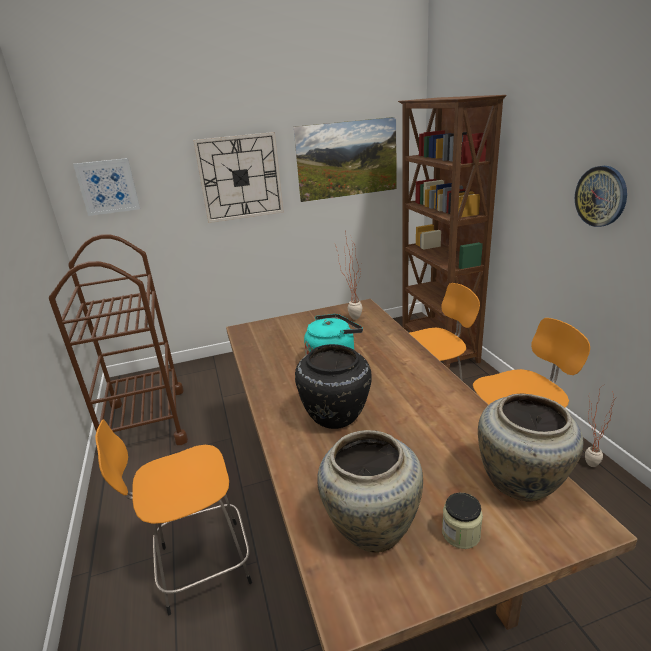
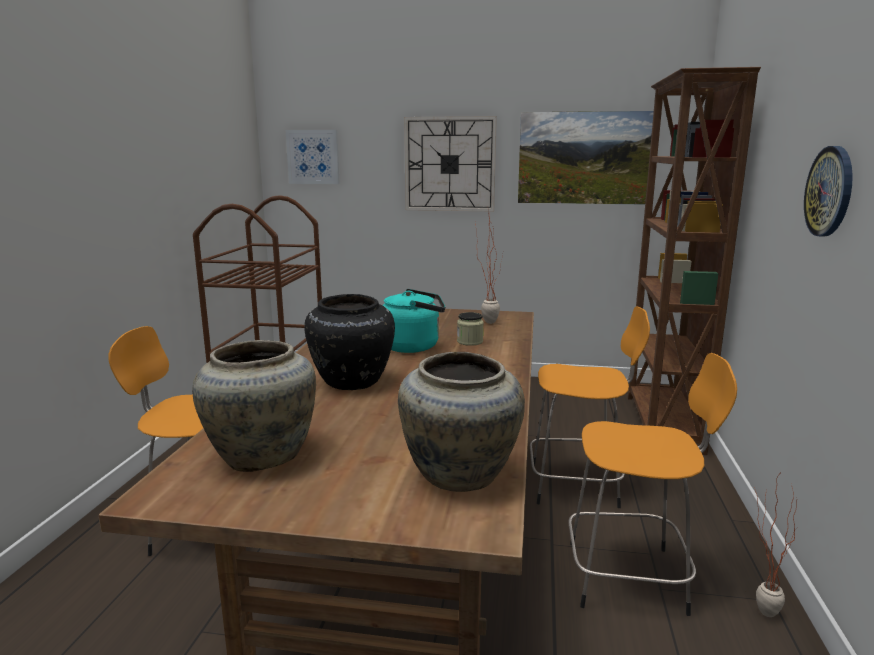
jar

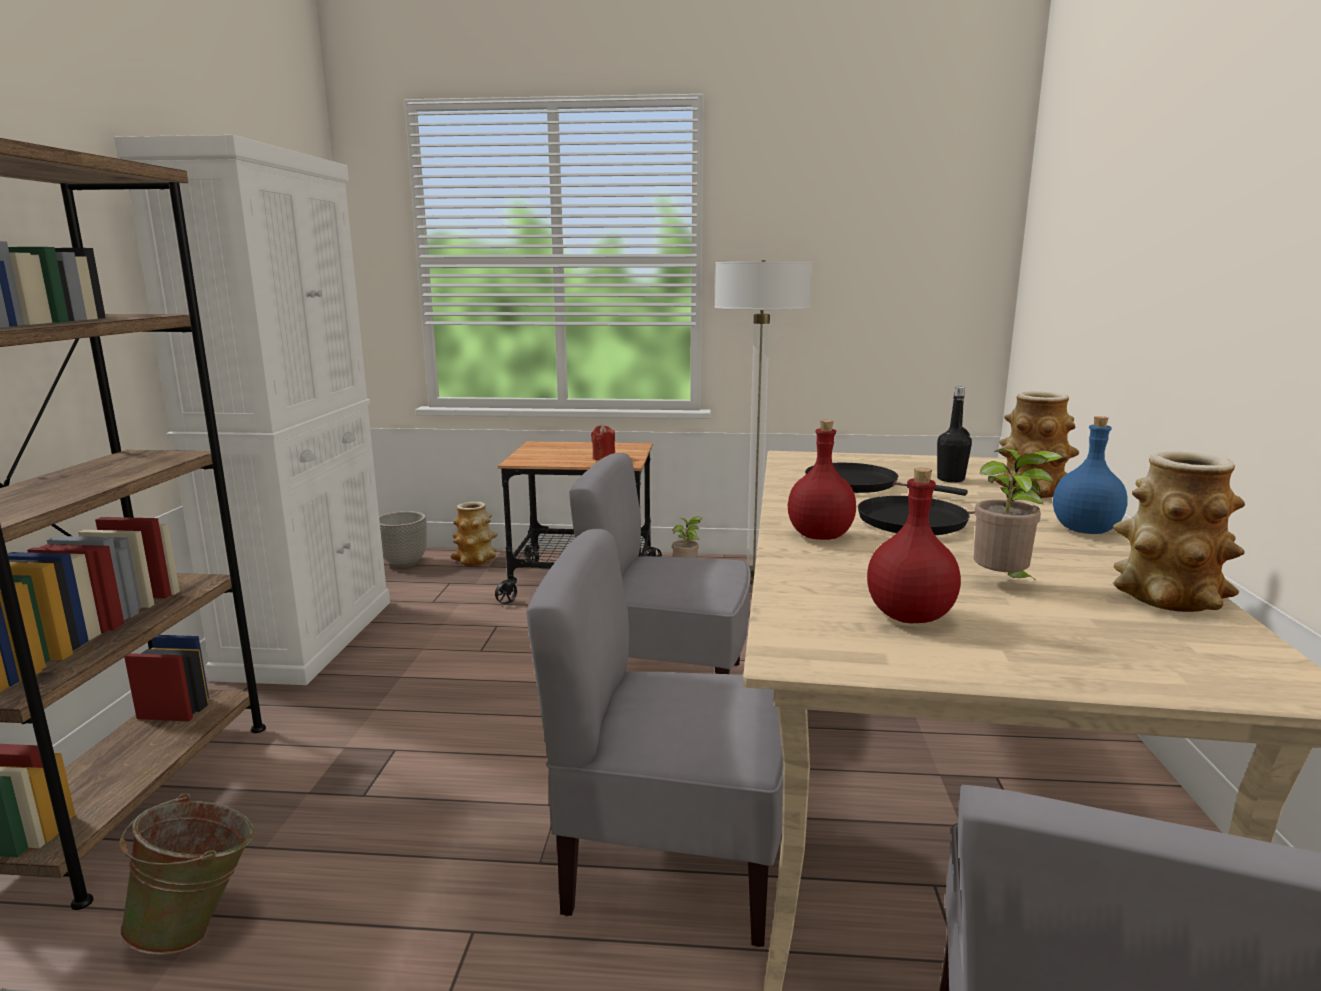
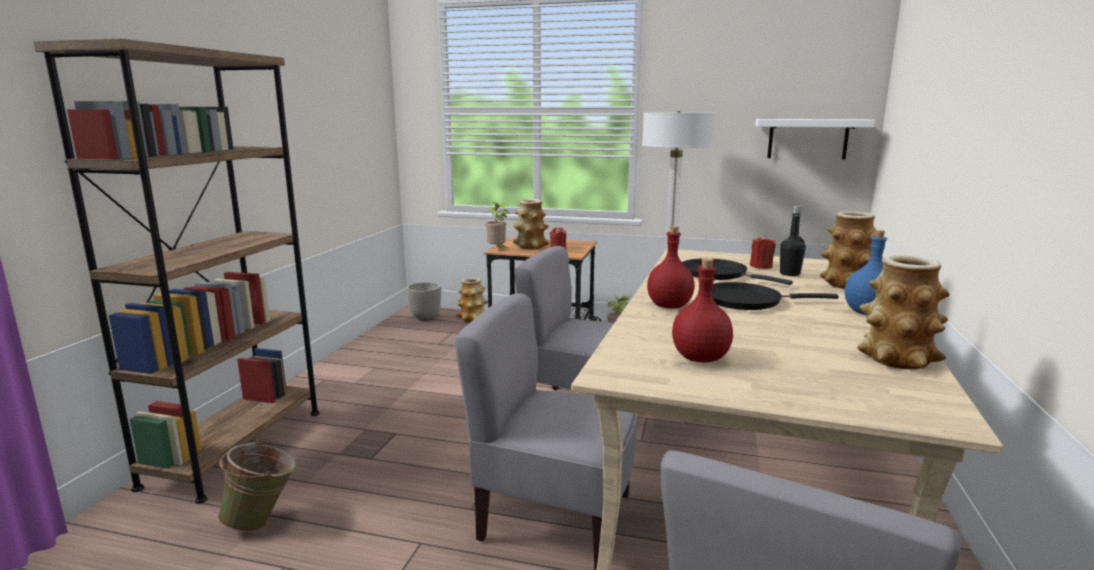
white cabinet; potted plant (no. 1 from left); white shelf; vase (no. 2 from left); red candle (no. 2 from left)

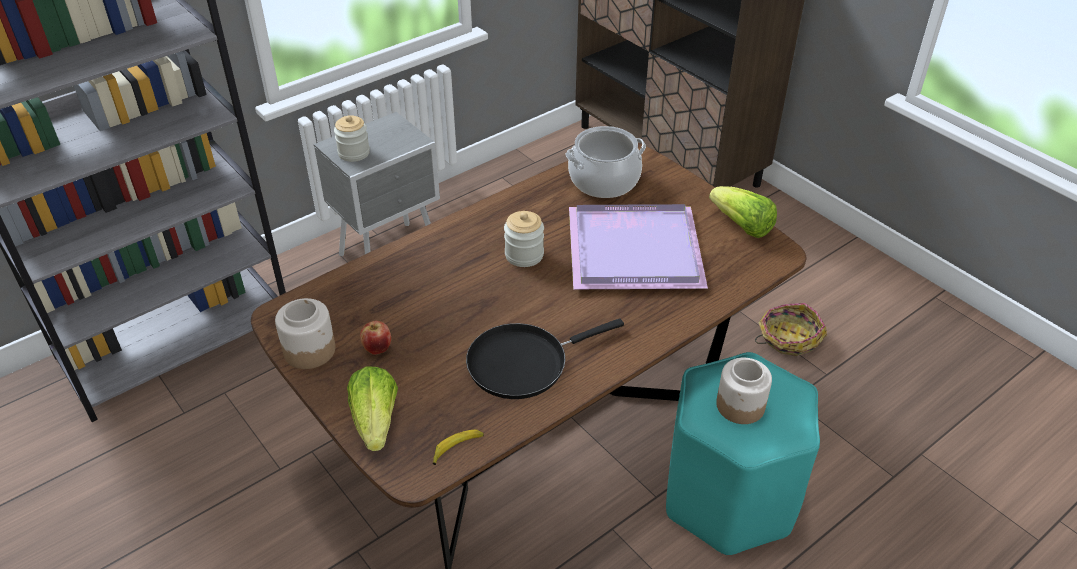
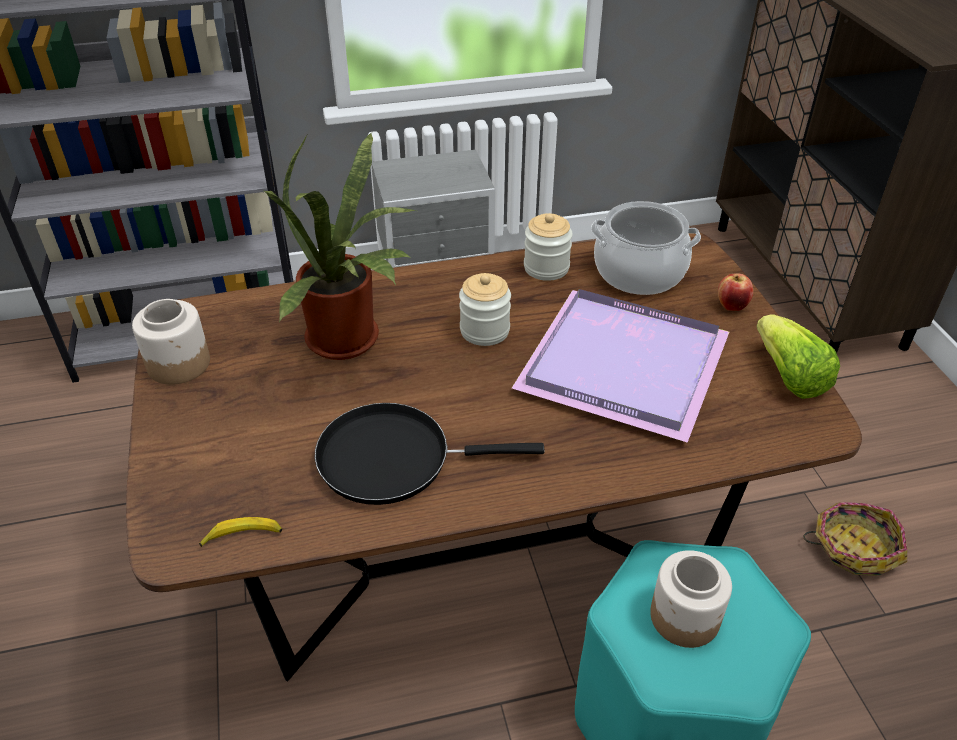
jar (no. 3 from left); apple; lettuce (no. 1 from left in the first image); potted plant

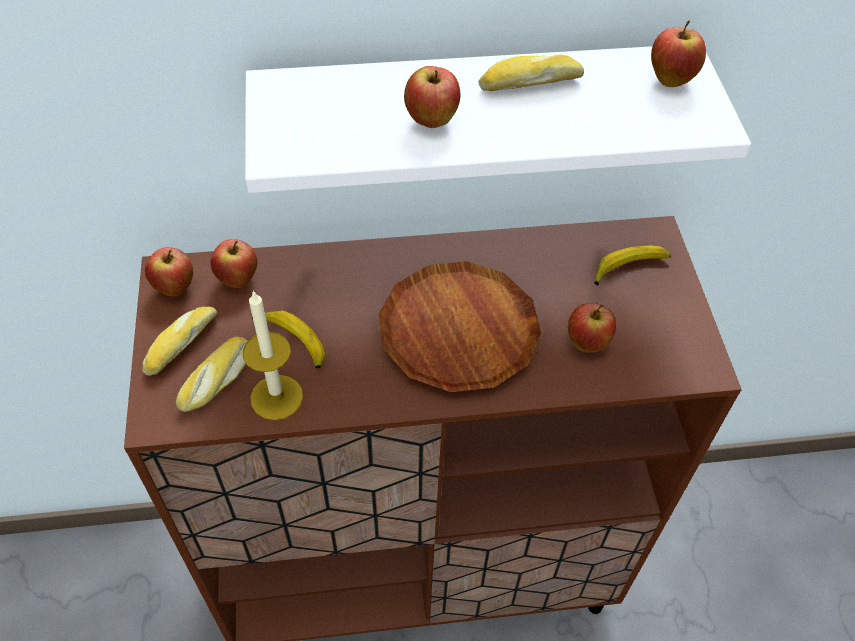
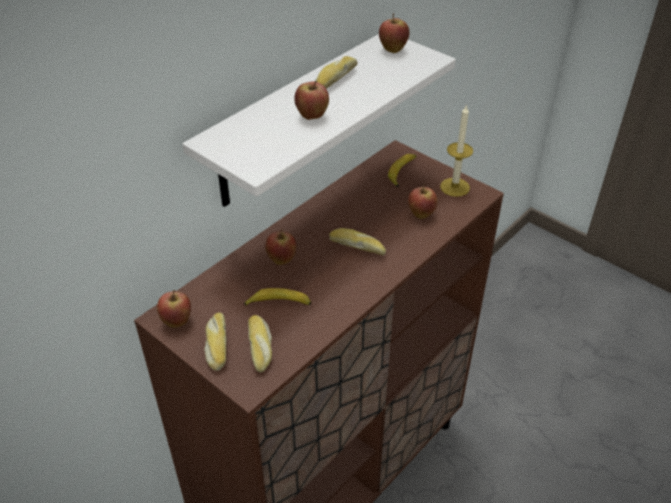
apple (no. 2 from left); bread (no. 4 from left); candle

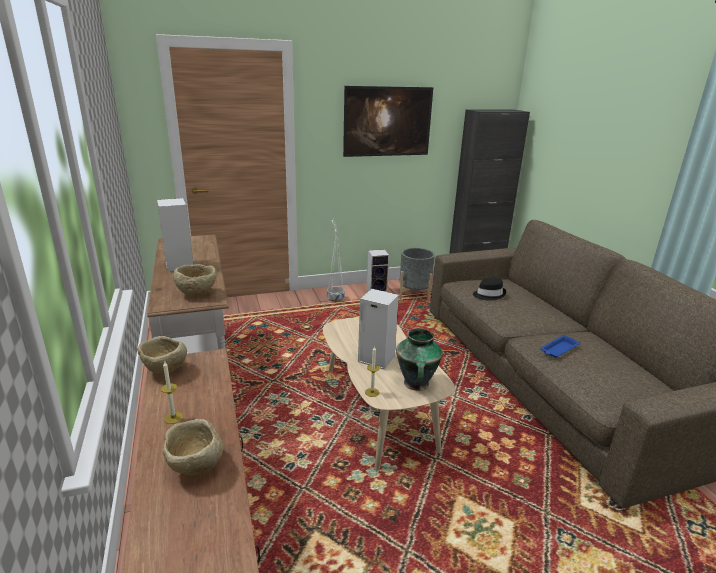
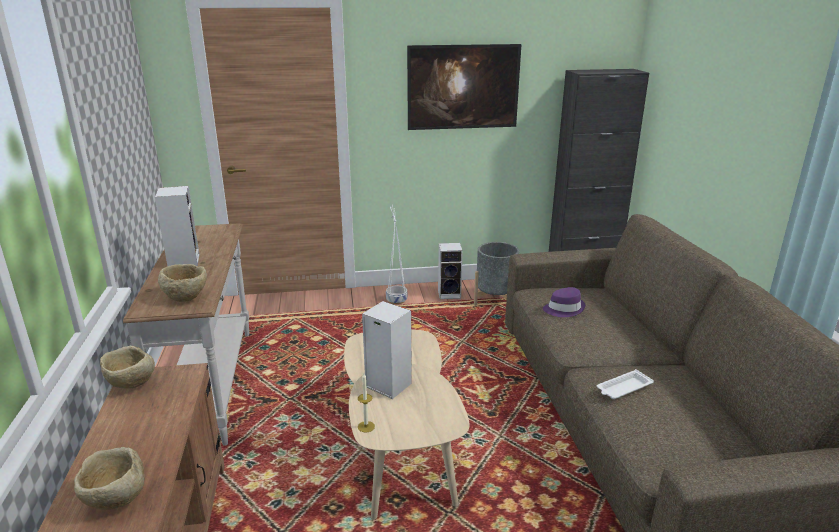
purple hat; vase; white tray; candle (no. 1 from left in the first image)

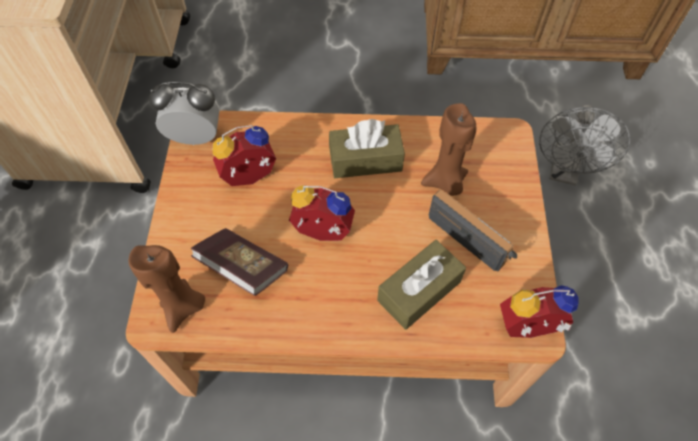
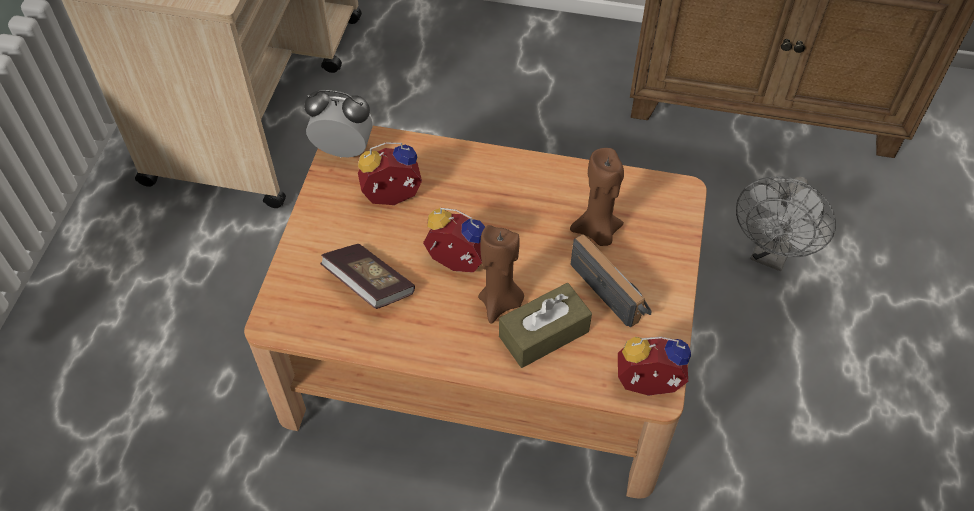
brown tissue box (no. 1 from left in the first image); brown candle (no. 1 from left)

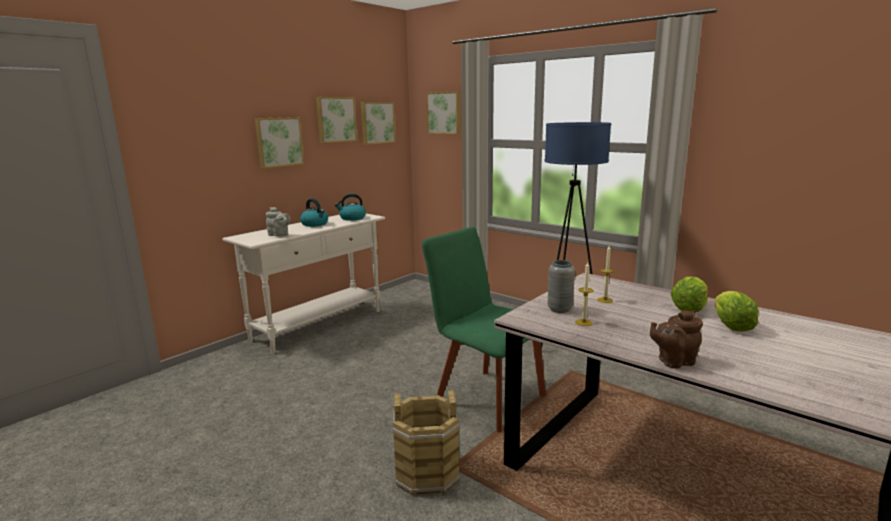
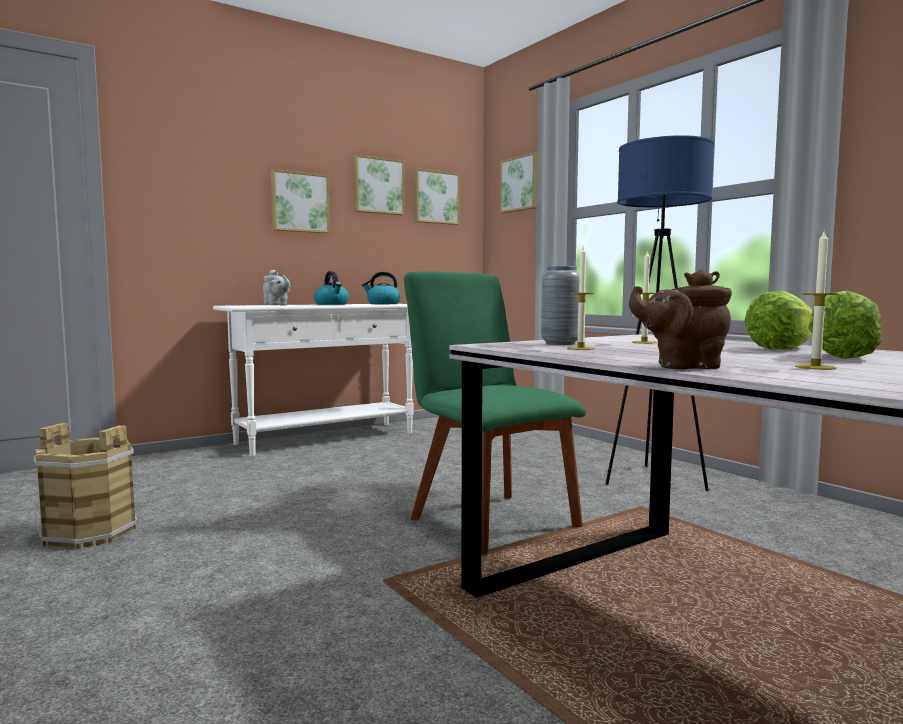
brown bucket; candle (no. 3 from left)

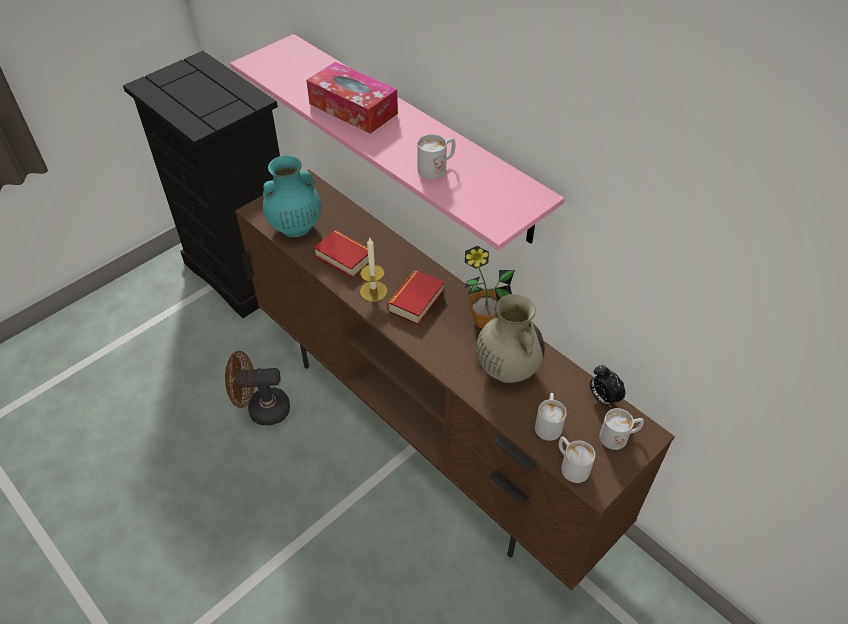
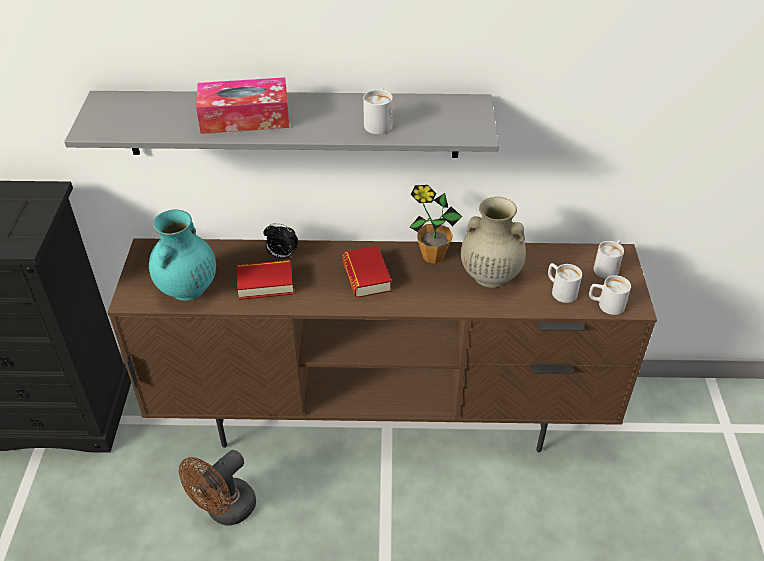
grey shelf; candle; alarm clock

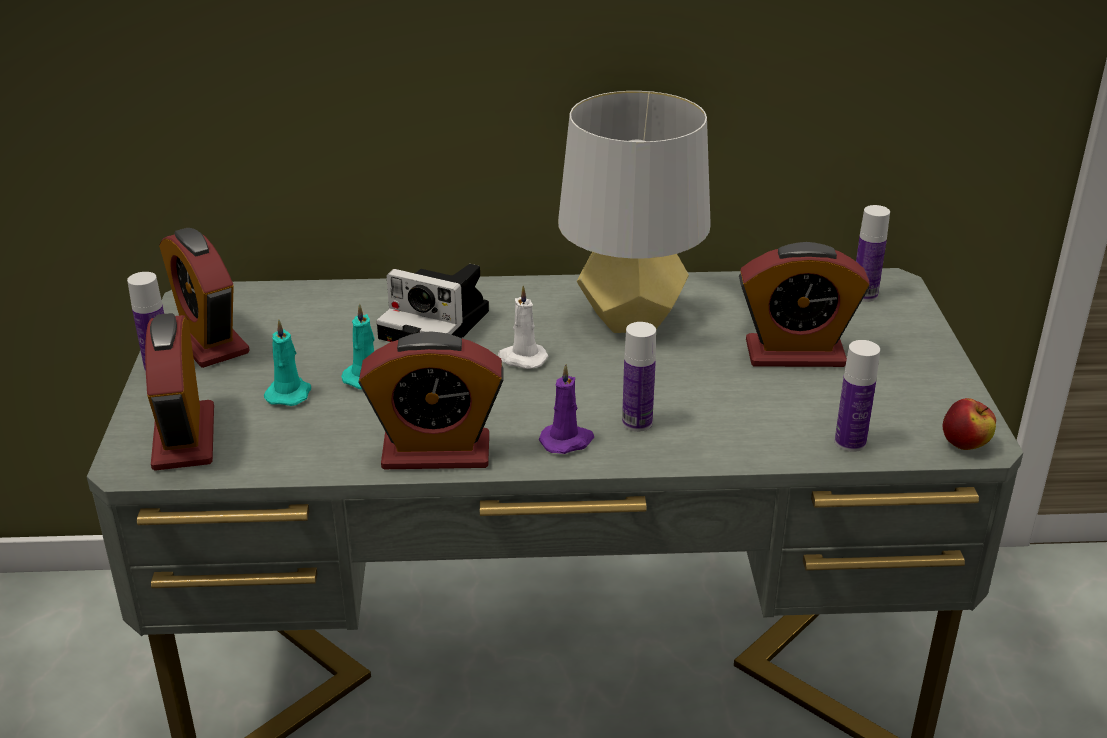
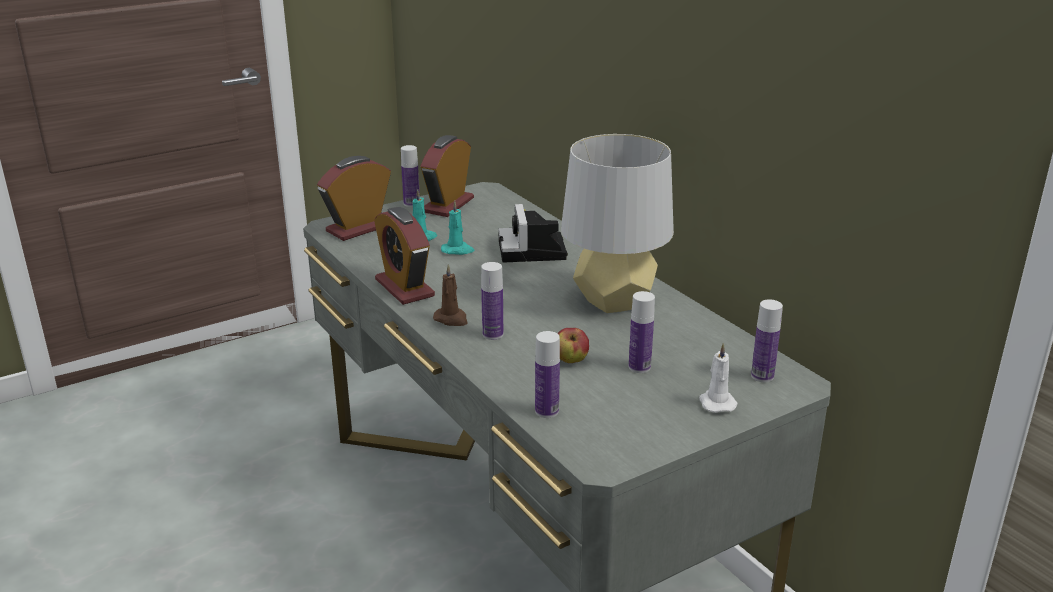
bottle (no. 4 from left); white candle; brown candle; apple

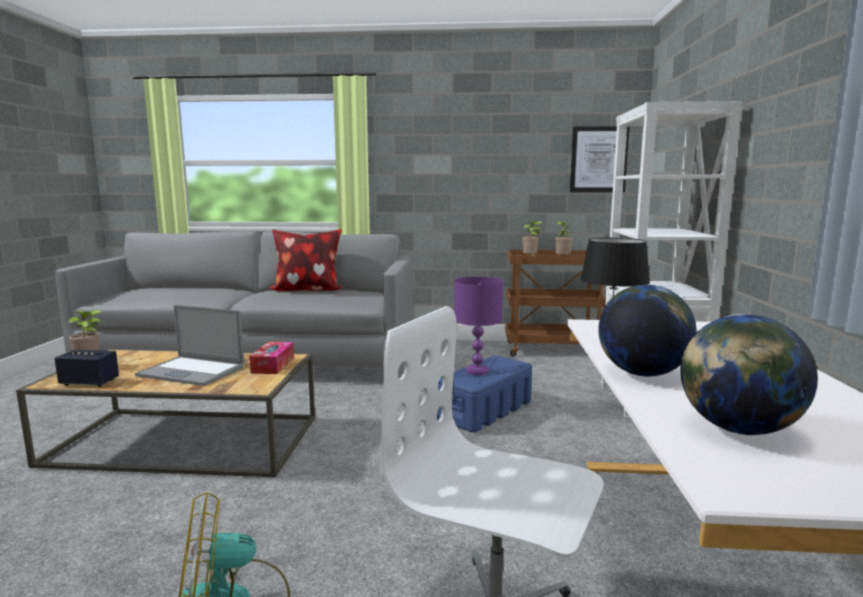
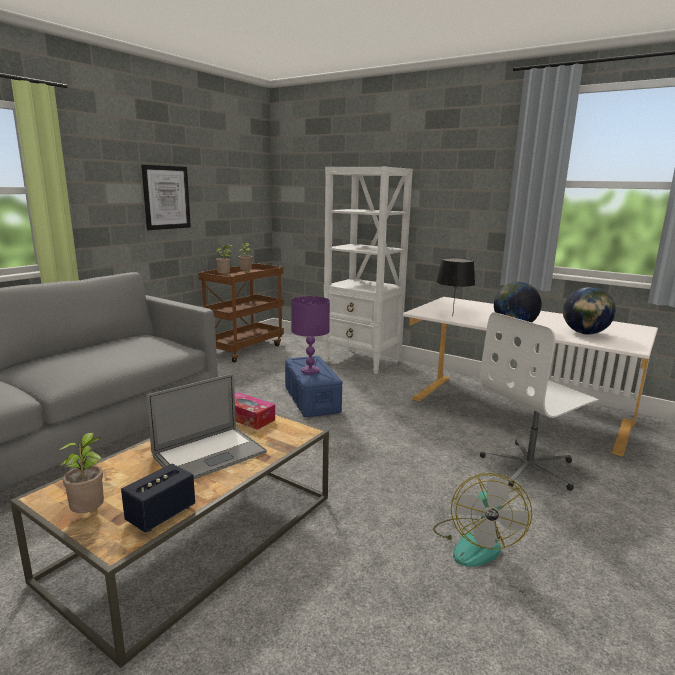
picture; pillow

